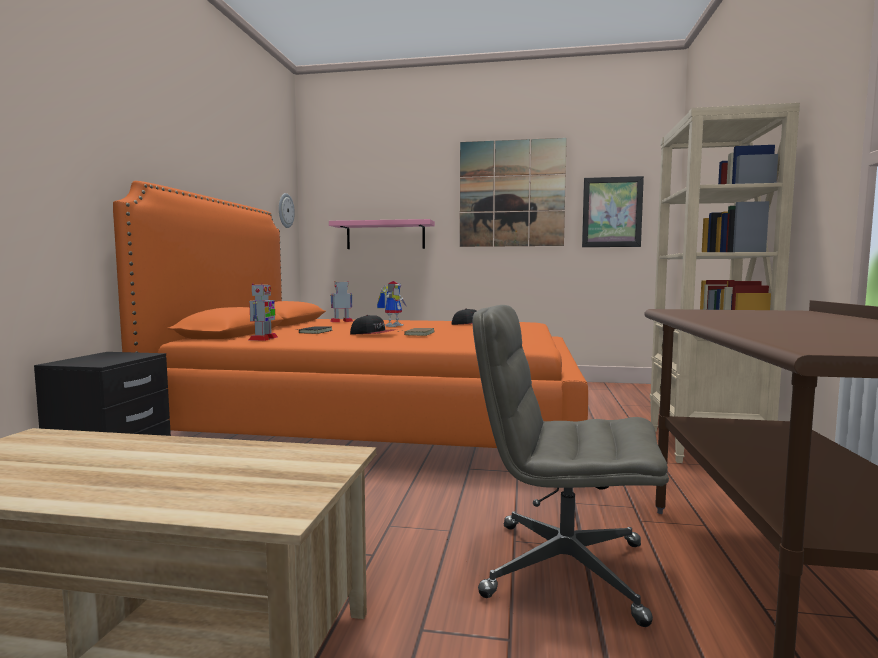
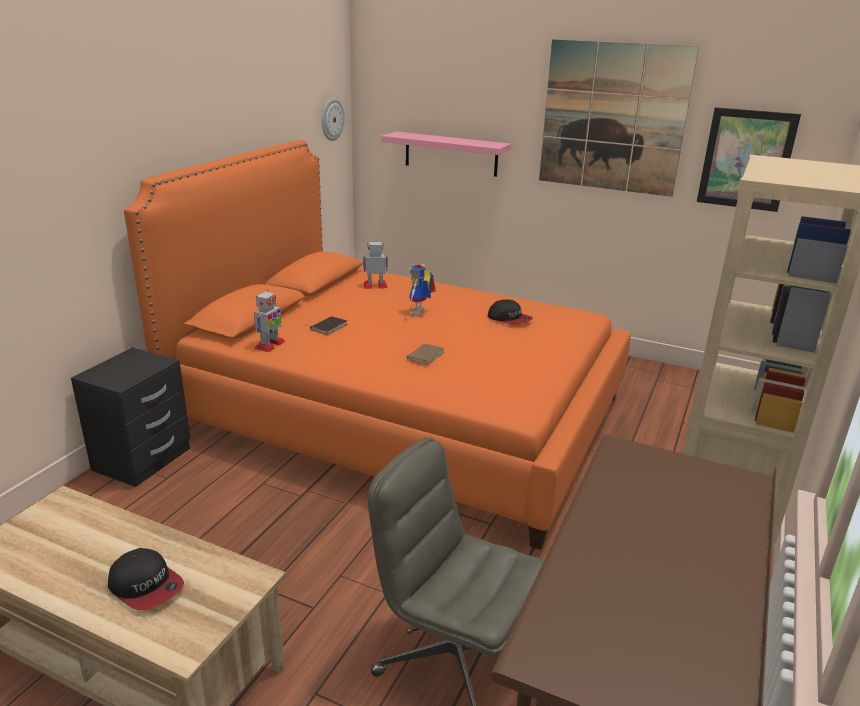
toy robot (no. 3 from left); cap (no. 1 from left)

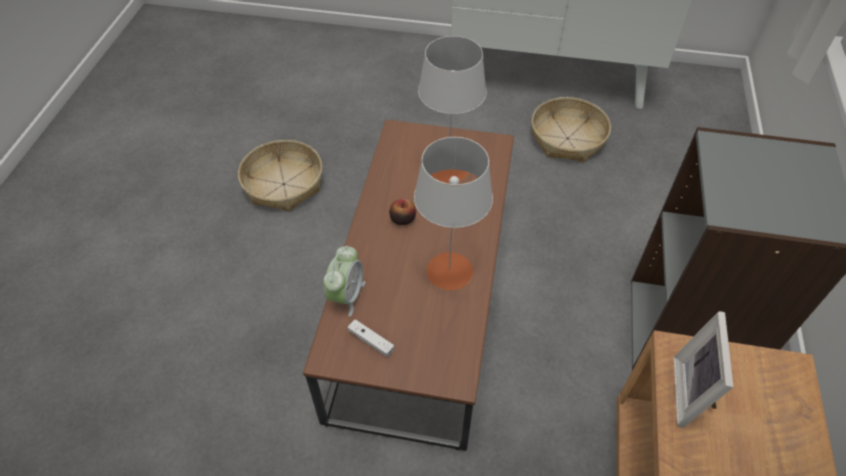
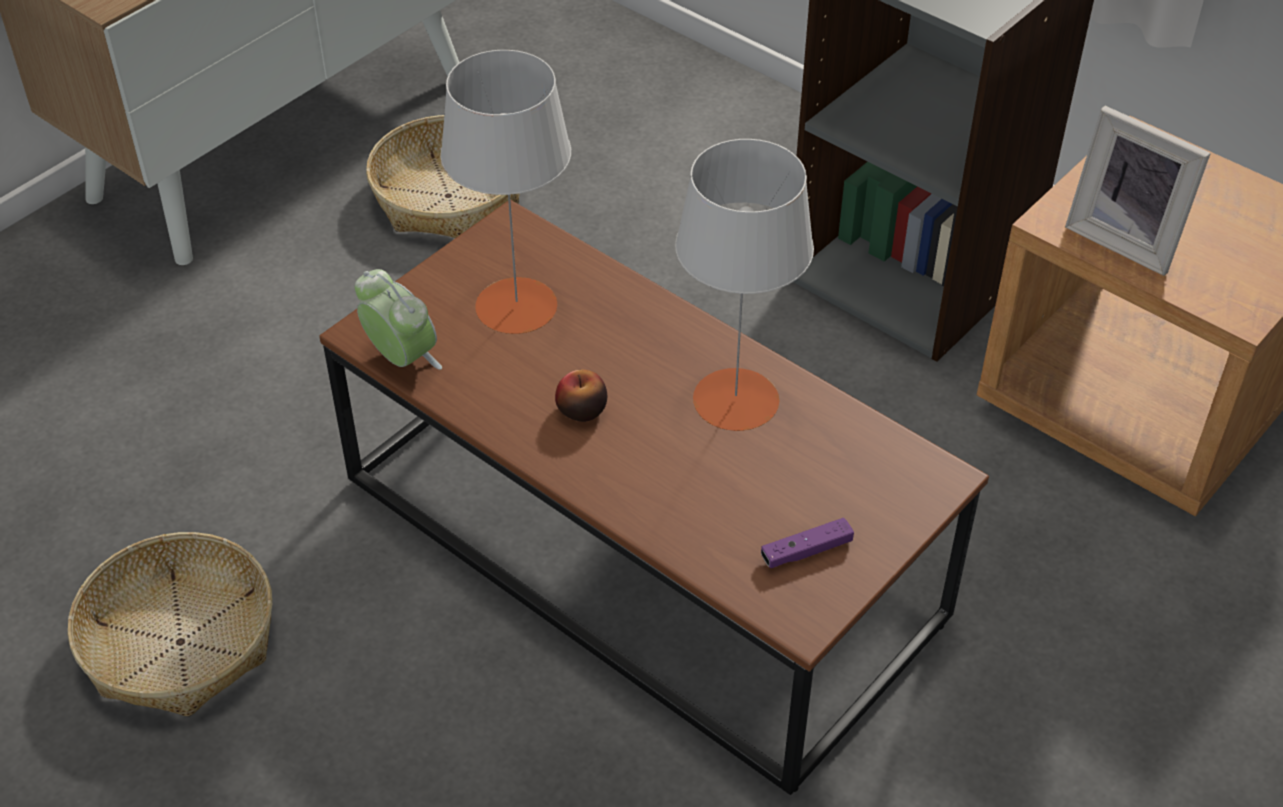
alarm clock; purple game controller

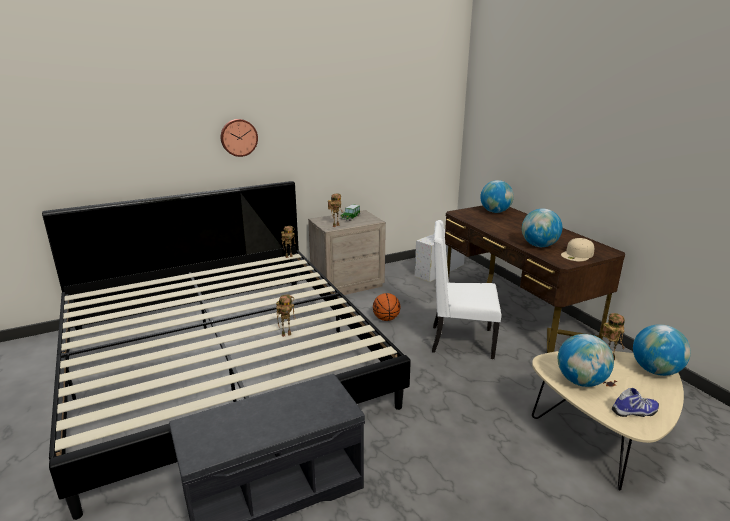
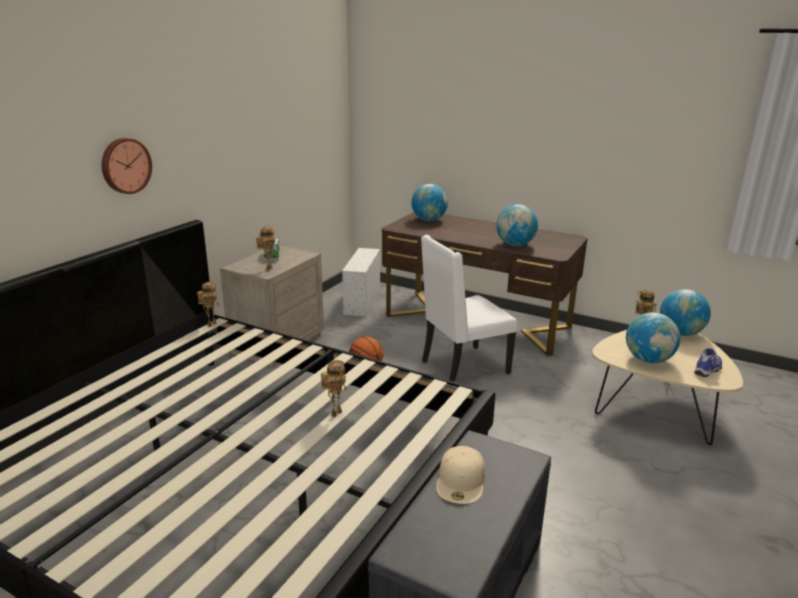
beige cap

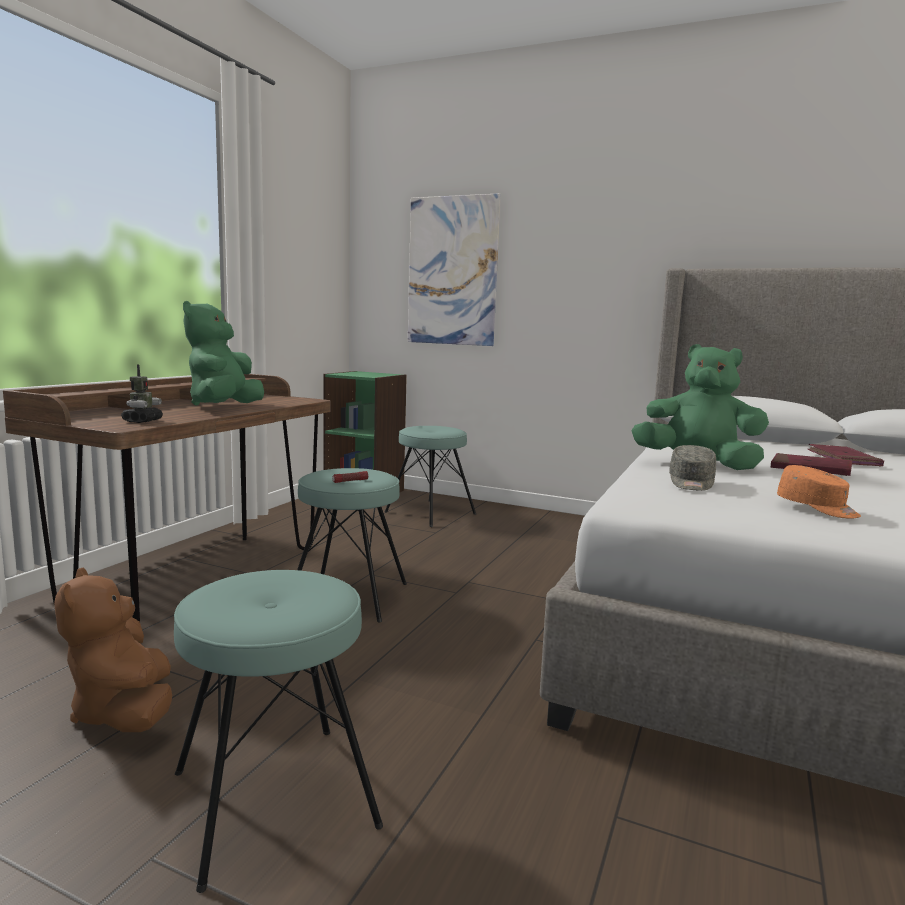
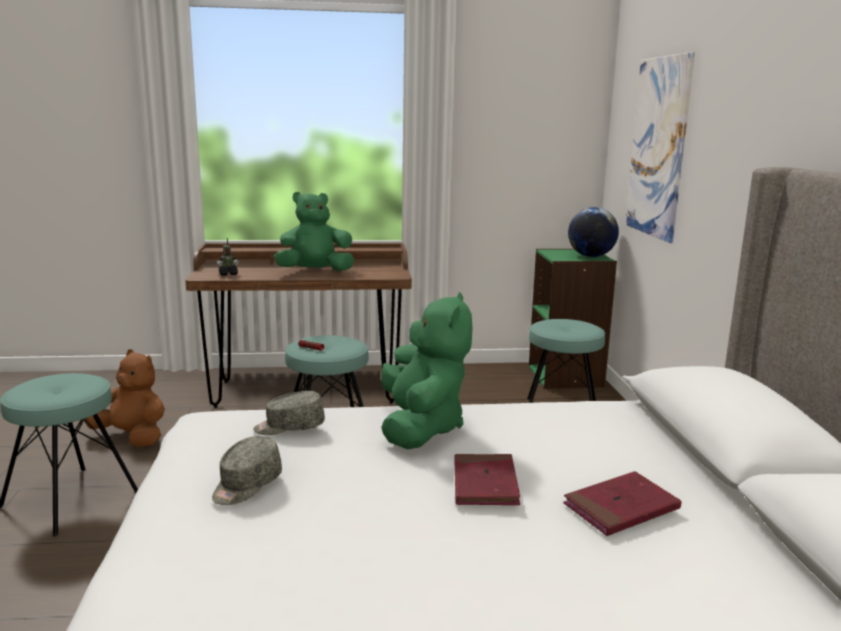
grey cap (no. 1 from left); brown plush toy; globe

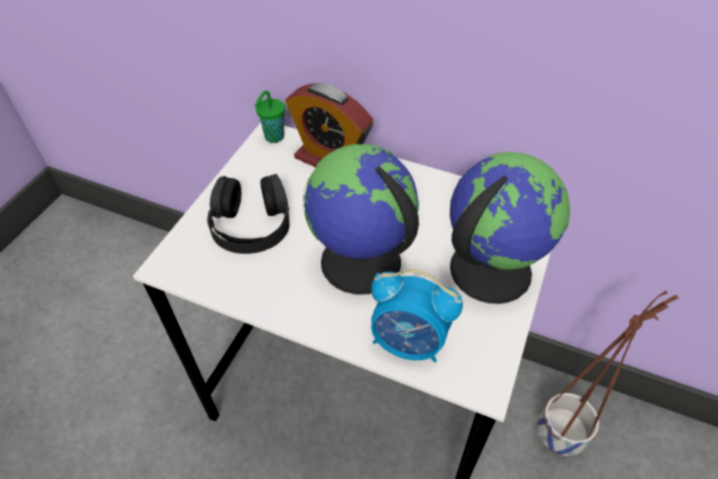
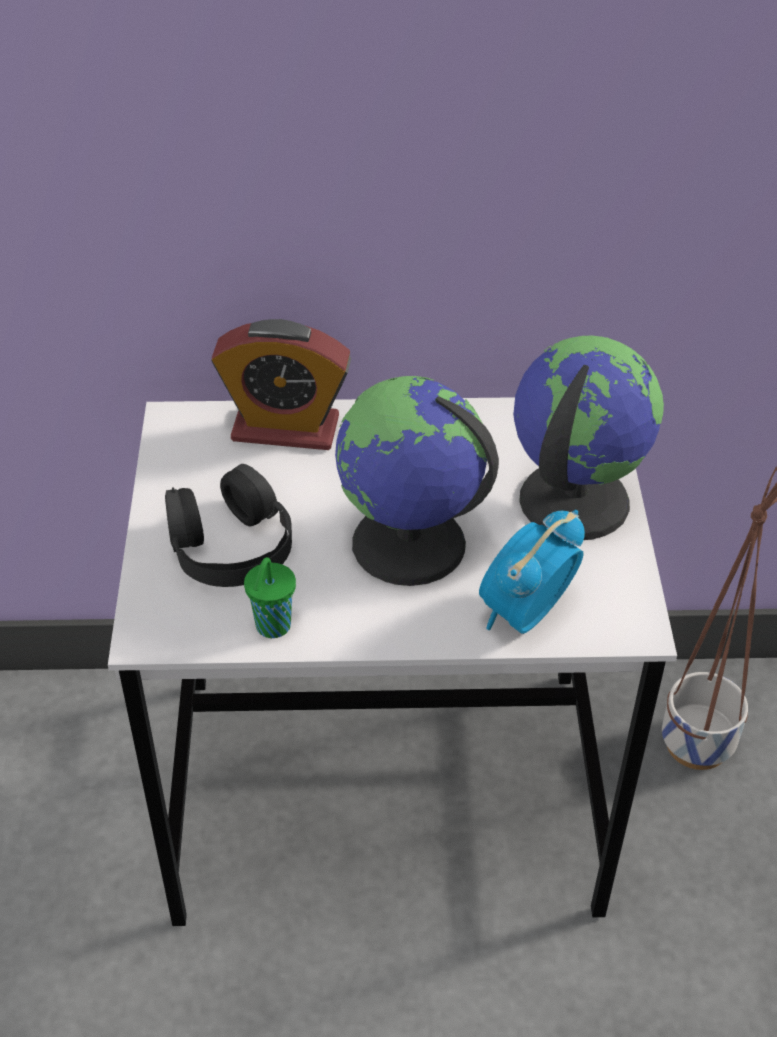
green cup; alarm clock (no. 2 from left)

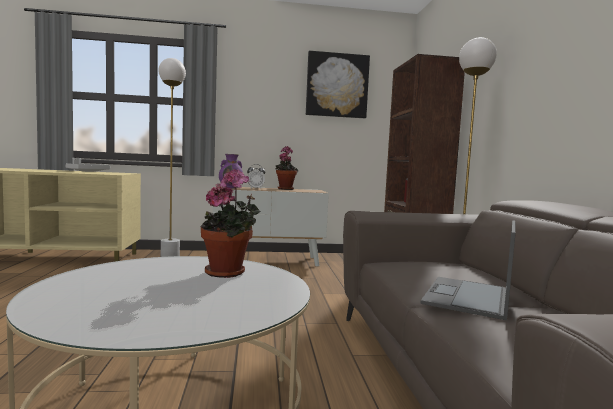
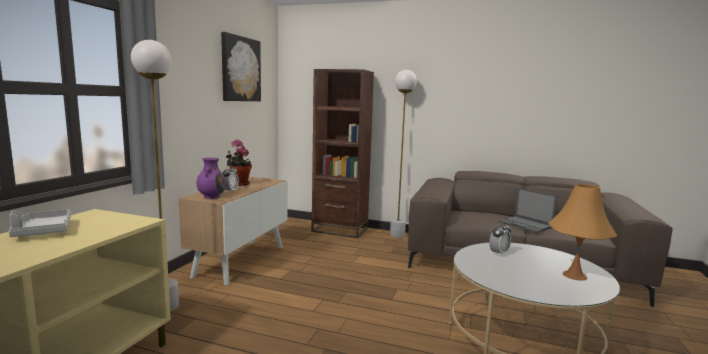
alarm clock (no. 2 from left); orange table lamp

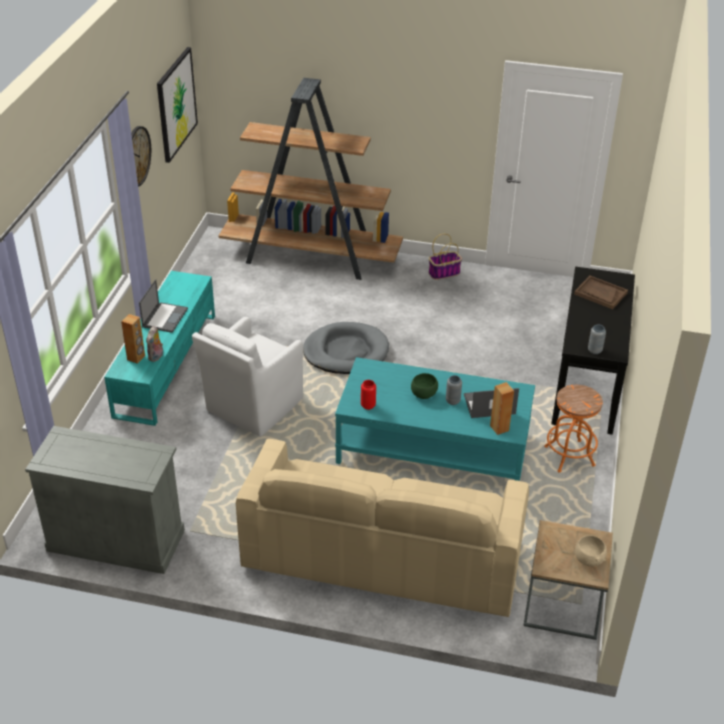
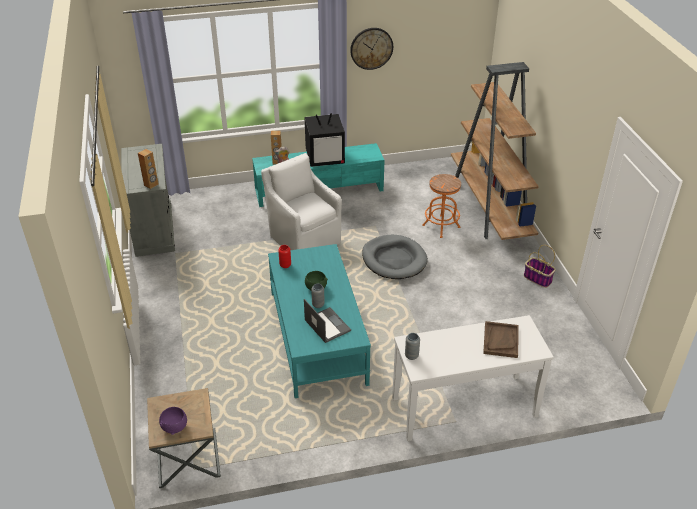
picture; white console table; television; white armchair; brown speaker (no. 1 from left); orange stool; beige sofa; purple bowl

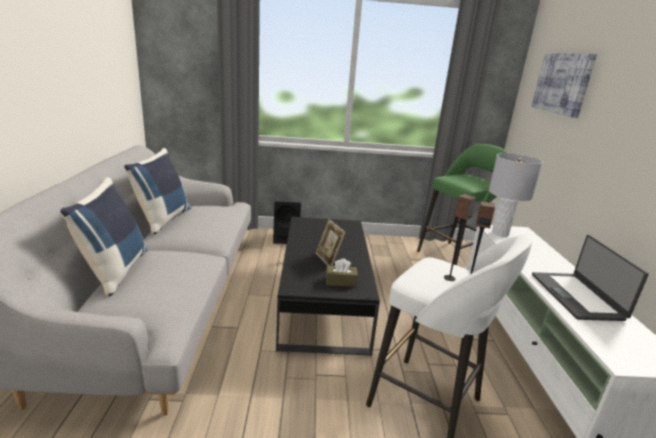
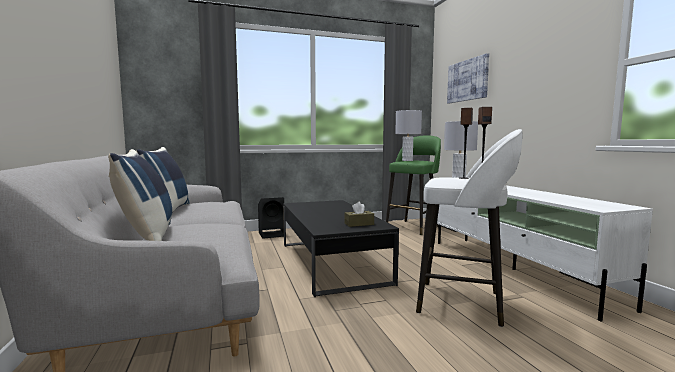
picture frame; laptop; grey table lamp (no. 1 from left)

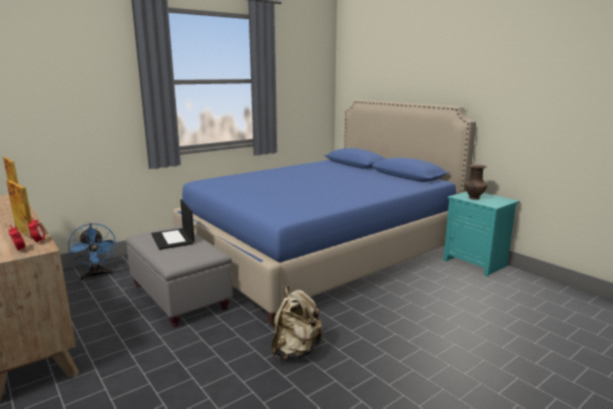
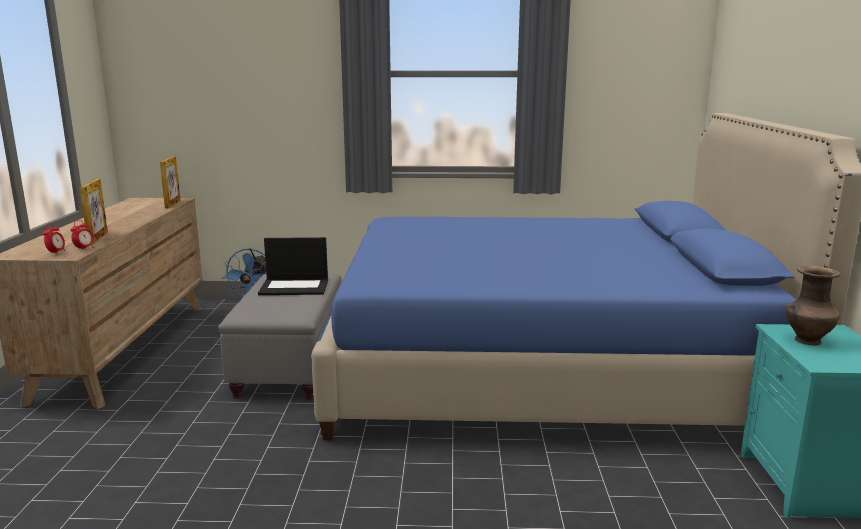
laptop; beige backpack

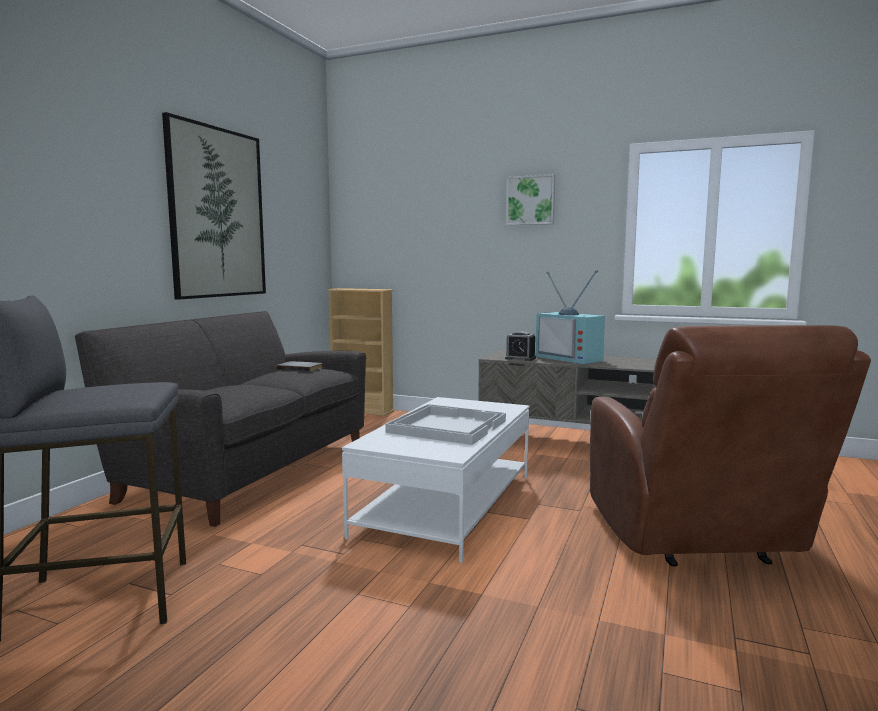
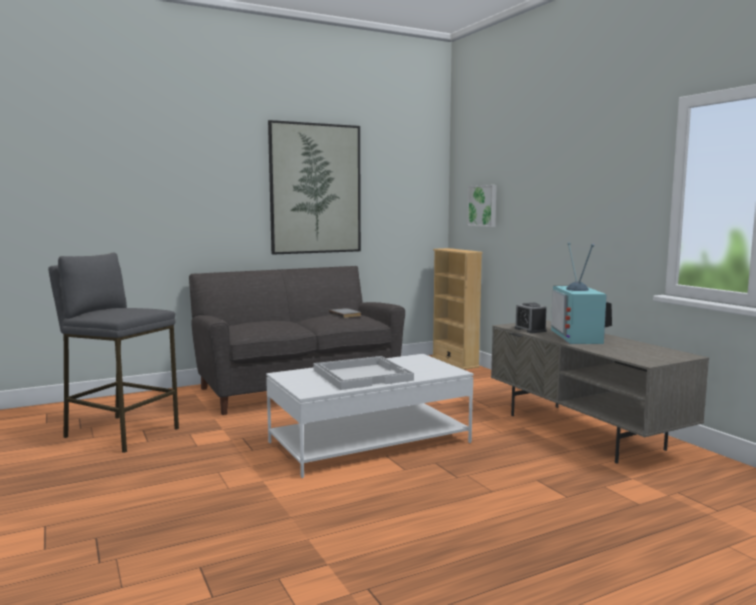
picture (no. 2 from left); brown armchair

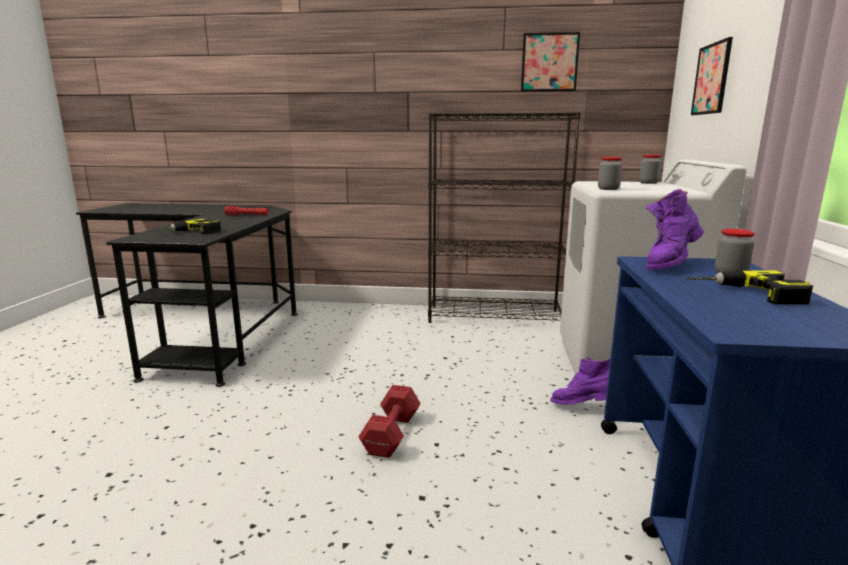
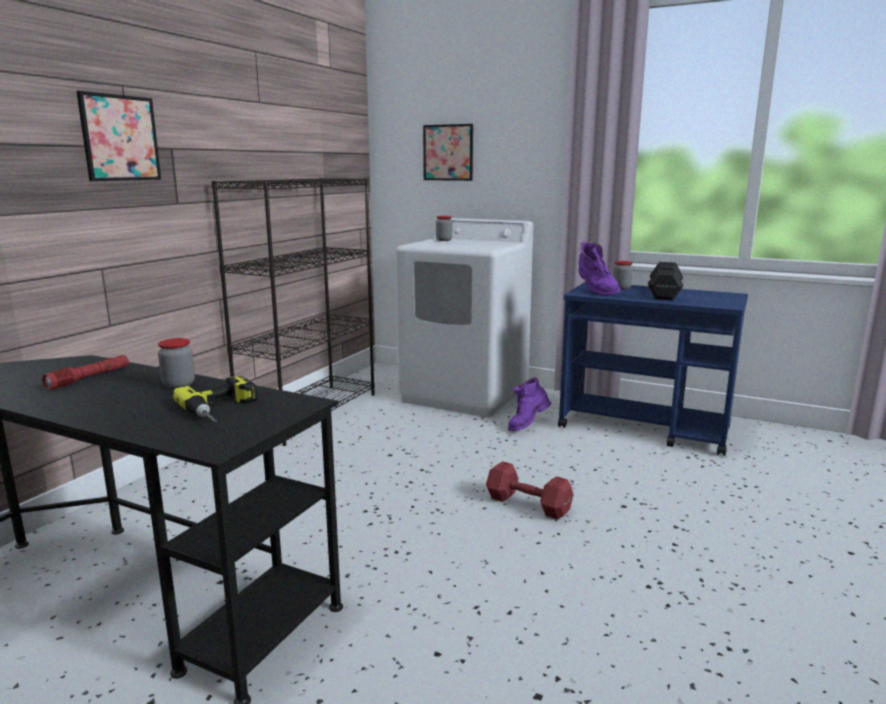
picture (no. 1 from left); jar (no. 1 from left); black dumbbell

